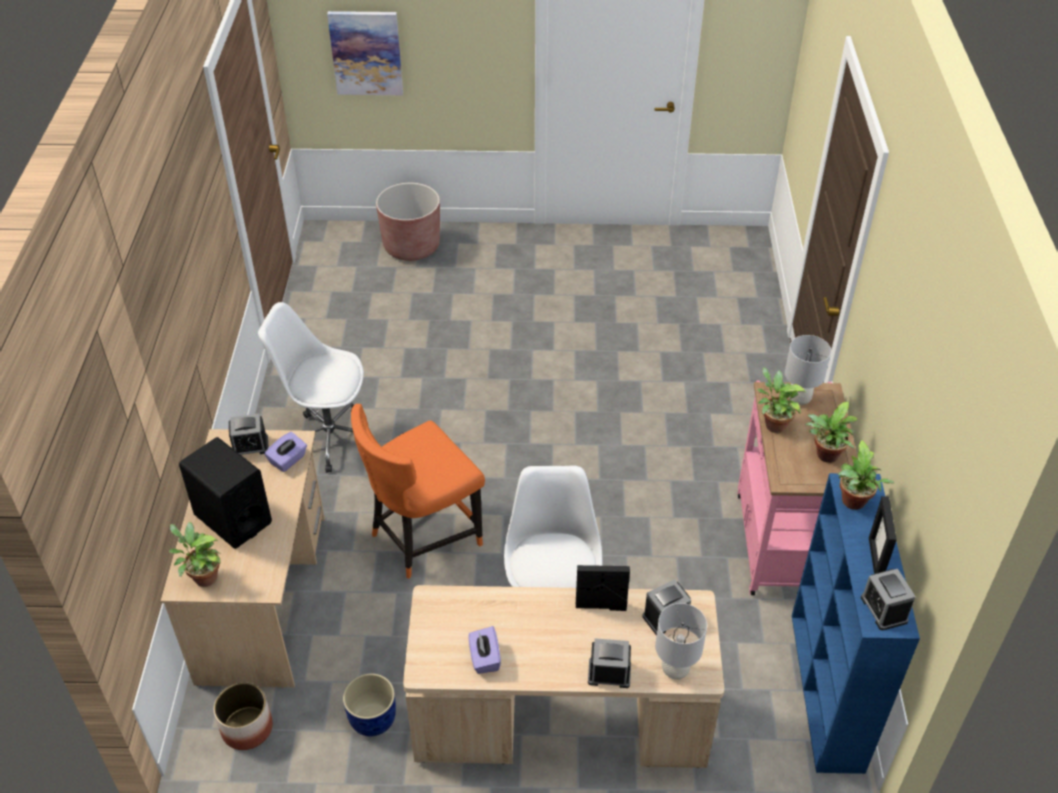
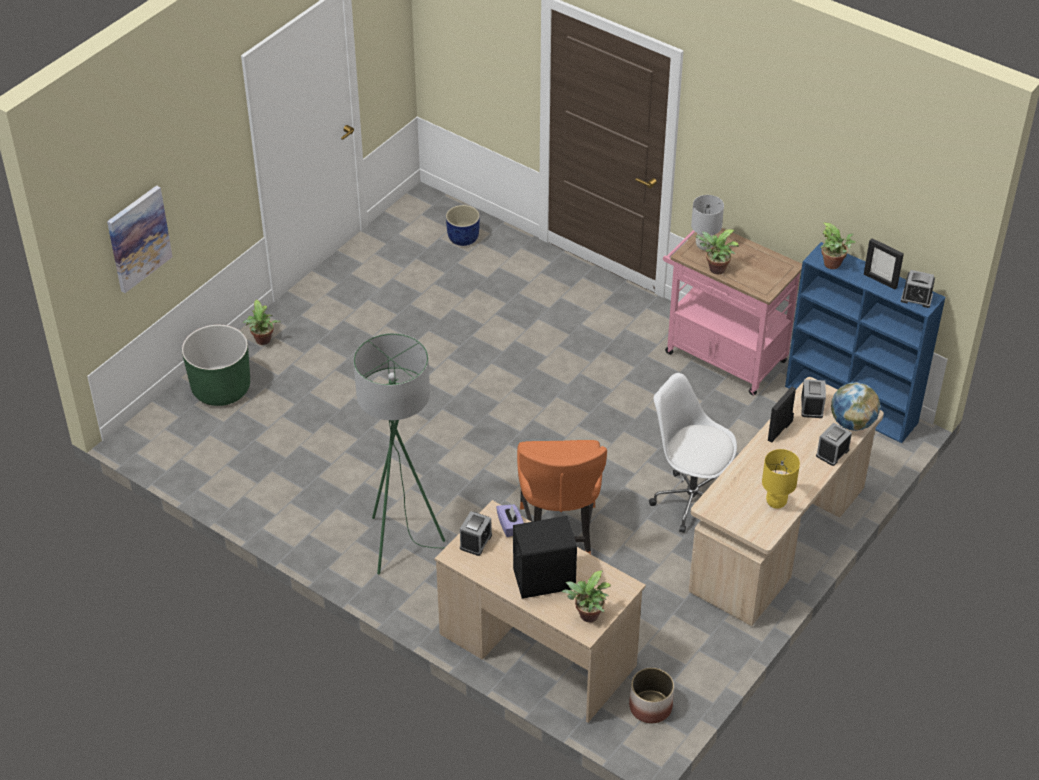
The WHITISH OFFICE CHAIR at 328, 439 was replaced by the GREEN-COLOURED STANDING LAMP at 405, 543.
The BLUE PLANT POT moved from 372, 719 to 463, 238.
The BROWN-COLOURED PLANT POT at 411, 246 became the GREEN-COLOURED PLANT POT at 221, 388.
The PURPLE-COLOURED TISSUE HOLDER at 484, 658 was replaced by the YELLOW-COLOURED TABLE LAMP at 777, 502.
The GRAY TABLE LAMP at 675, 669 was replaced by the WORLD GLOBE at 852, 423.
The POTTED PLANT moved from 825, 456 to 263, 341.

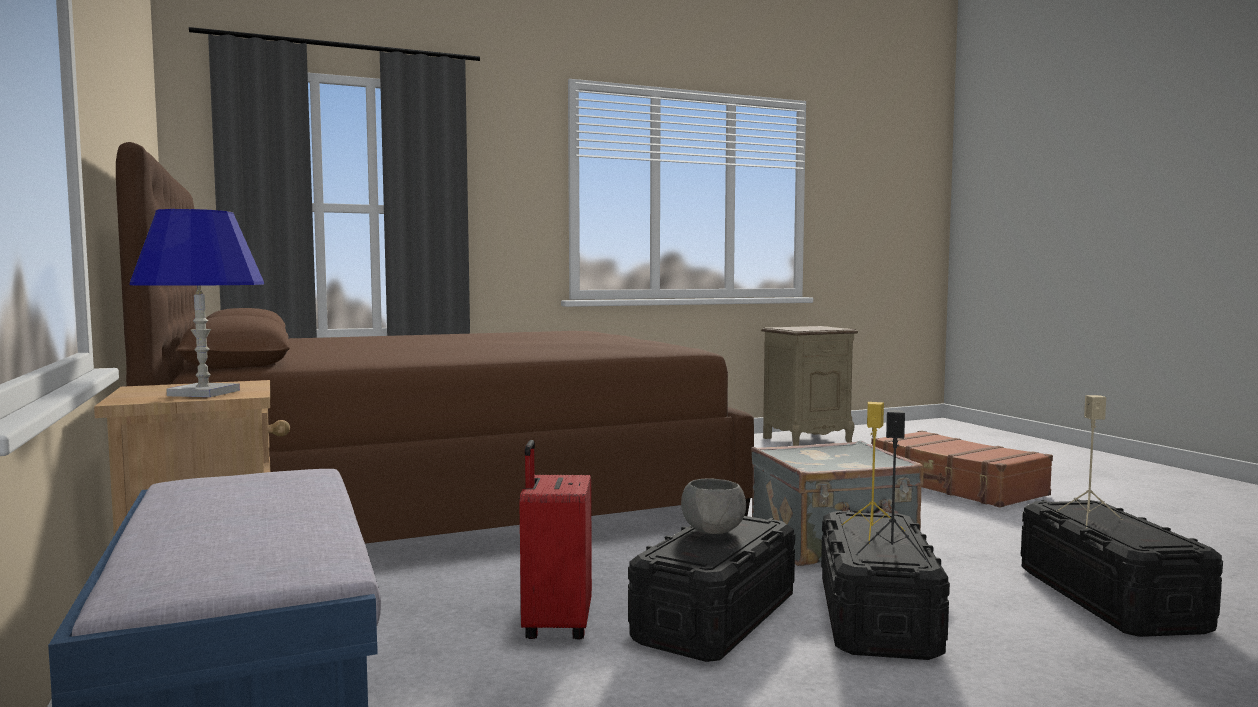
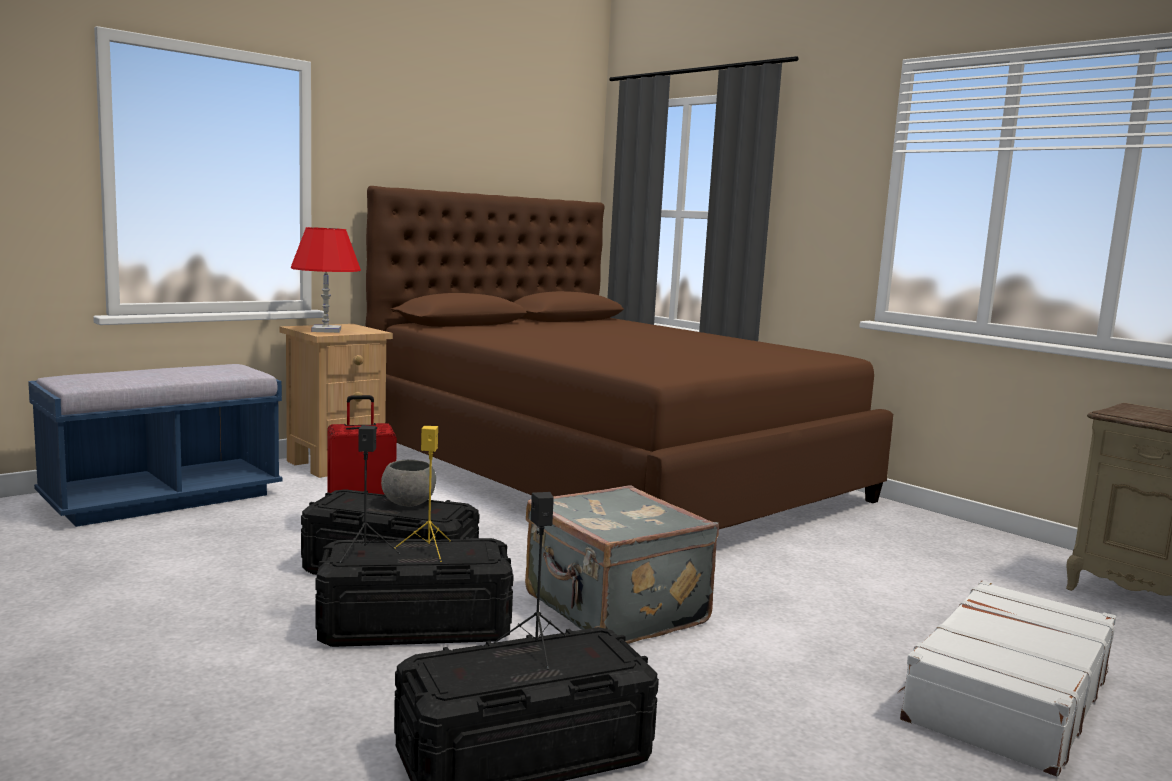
The BLUE TABLE LAMP at 203, 393 became the RED-COLOURED TABLE LAMP at 326, 330.
The BROWN-COLOURED TRAVEL CASE at 955, 486 became the WHITISH TRAVEL CASE at 1006, 696.
The SAND-COLOURED SPEAKER at 1088, 519 became the BLACKISH SPEAKER at 534, 648.

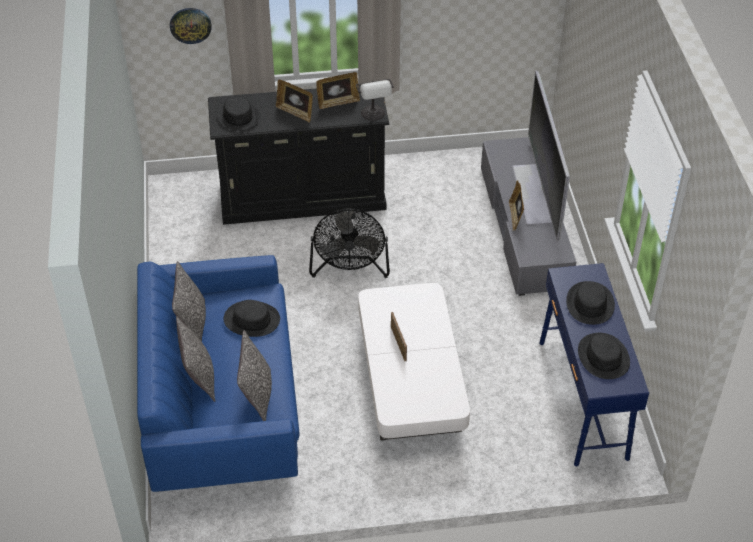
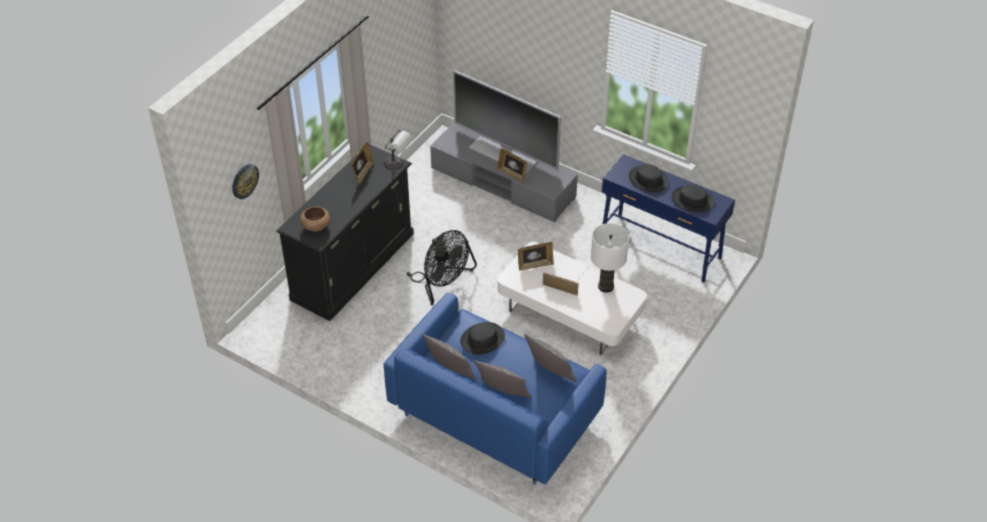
The BLACKISH HAT at 238, 115 was replaced by the BROWN-COLOURED DEEP DISH at 315, 226.
The PICTURE FRAME moved from 295, 112 to 535, 265.
The WHITISH TABLE LAMP at 605, 286 appeared.

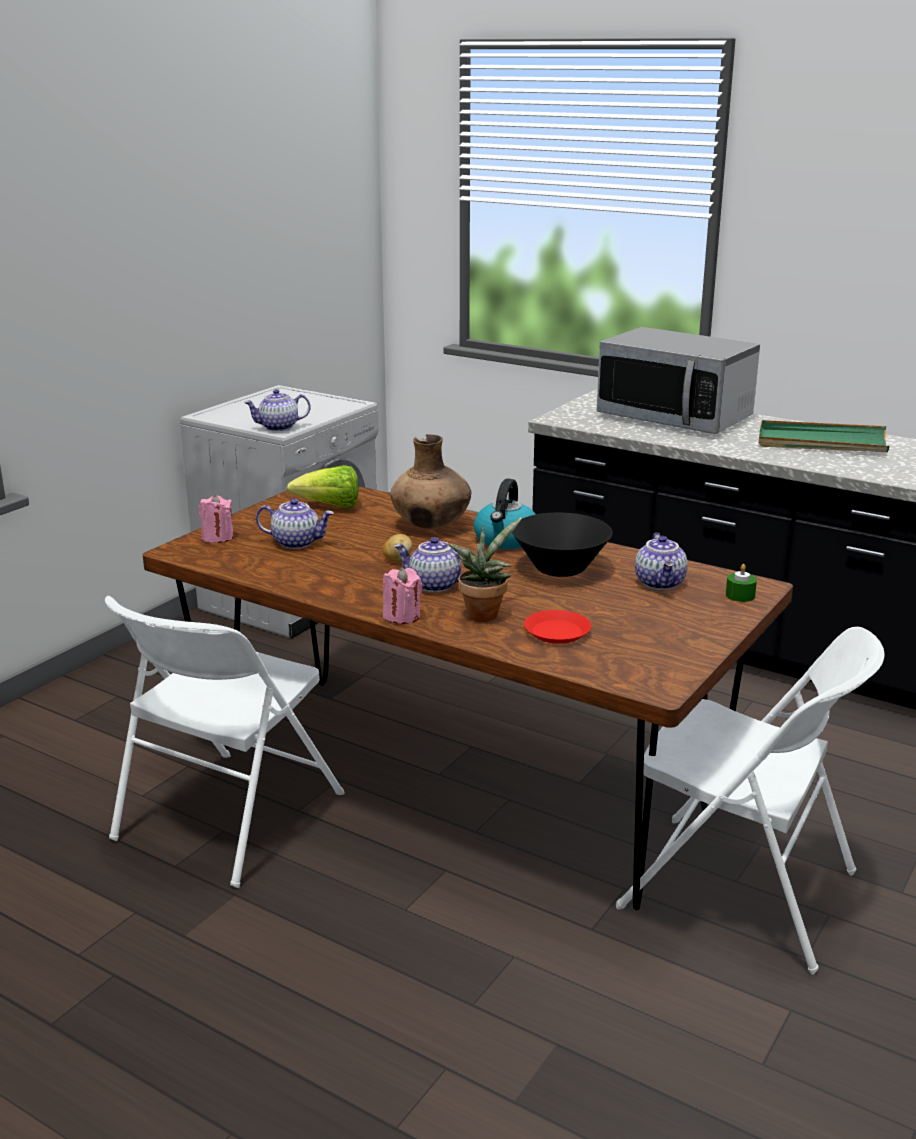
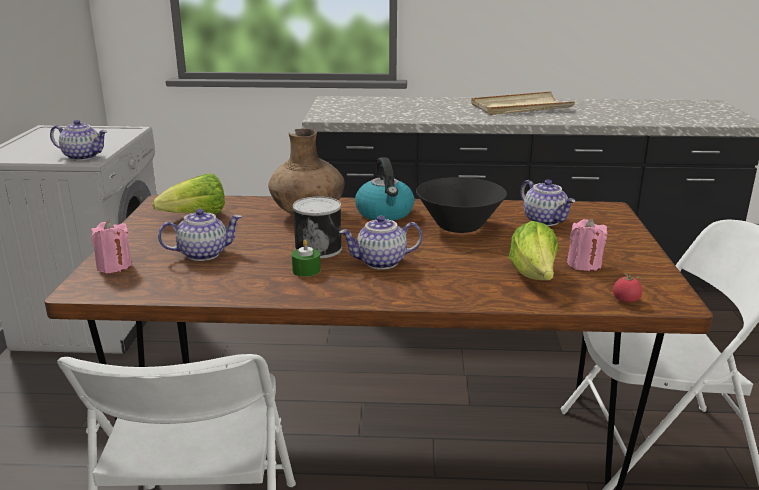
The TEAPOT at 278, 427 turned 120 degrees counterclockwise.
The POTATO at 397, 560 was replaced by the CAN at 319, 248.
The PINK-COLOURED WAX CANDLE moved from 402, 616 to 584, 264.
The POTTED PLANT at 483, 613 disappeared.
The RED-COLOURED FLAT DISH at 557, 632 was replaced by the HEAD OF LETTUCE at 534, 276.
The MICROWAVE OVEN at 674, 418 disappeared.
The GREEN-COLOURED WAX CANDLE moved from 740, 595 to 306, 270.
The GREEN-COLOURED SERVING TRAY at 821, 442 became the SAND-COLOURED SERVING TRAY at 520, 107.
The FRESH TOMATO at 625, 300 appeared.

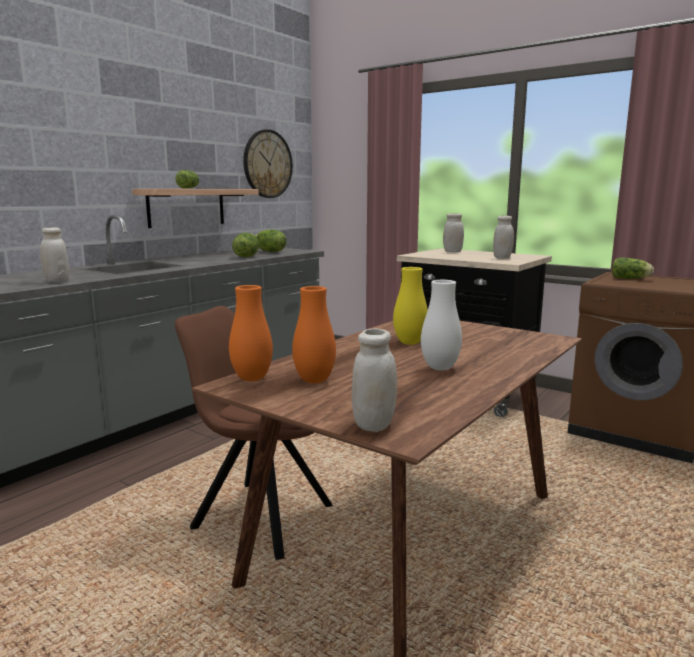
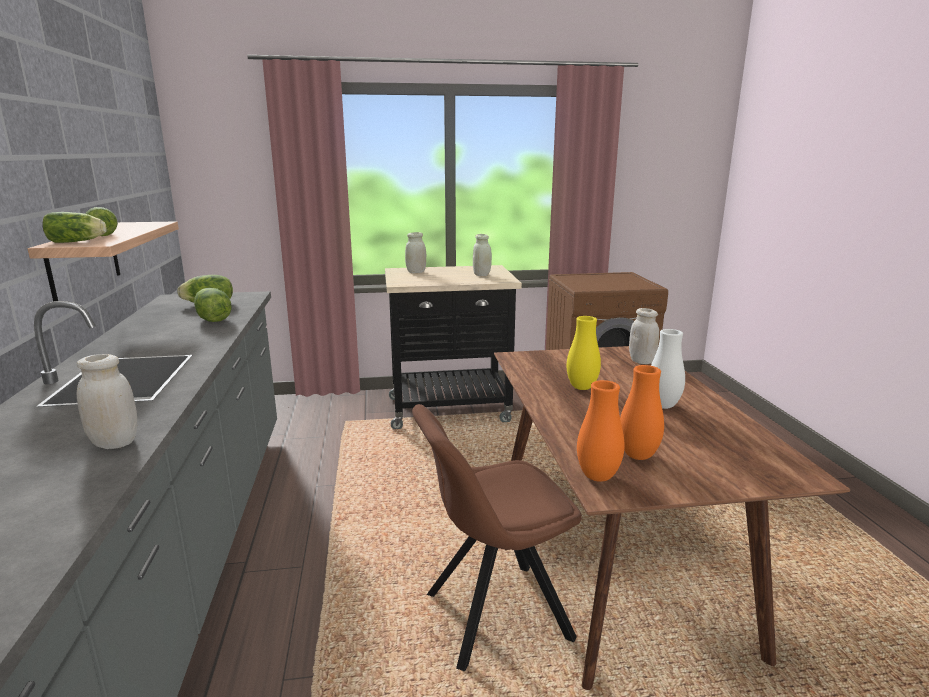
The WALL CLOCK at 267, 164 disappeared.
The WHITISH STORAGE JAR moved from 374, 425 to 641, 361.
The HEAD OF LETTUCE moved from 631, 278 to 78, 241.

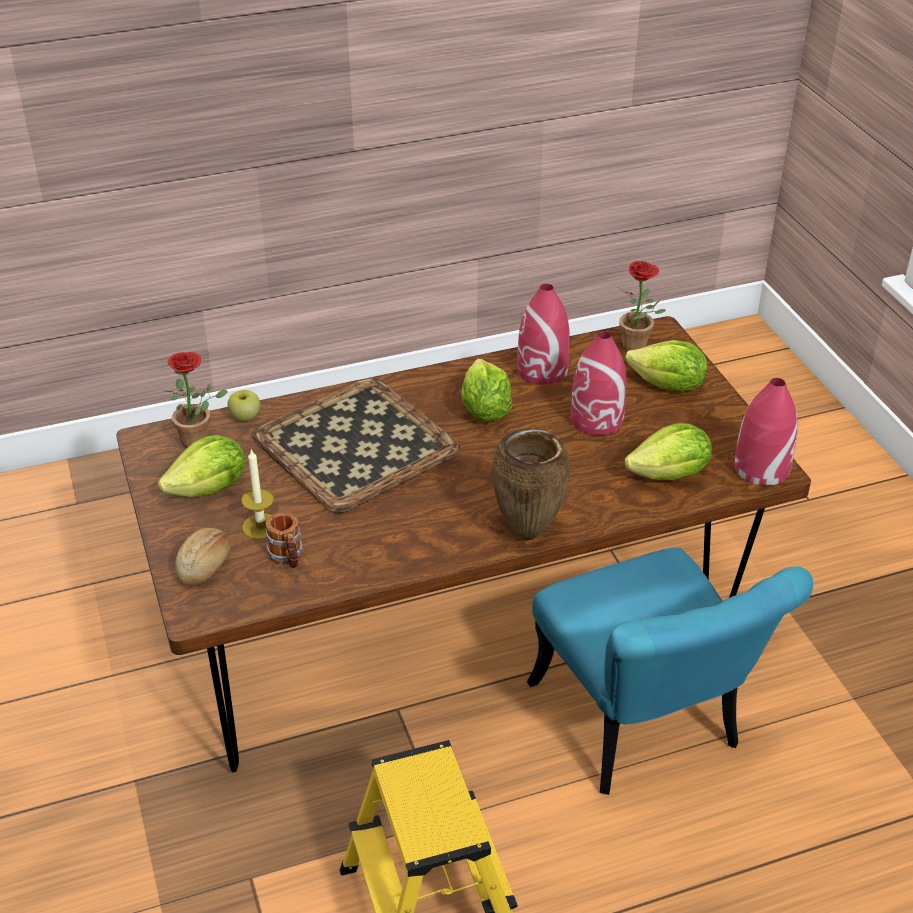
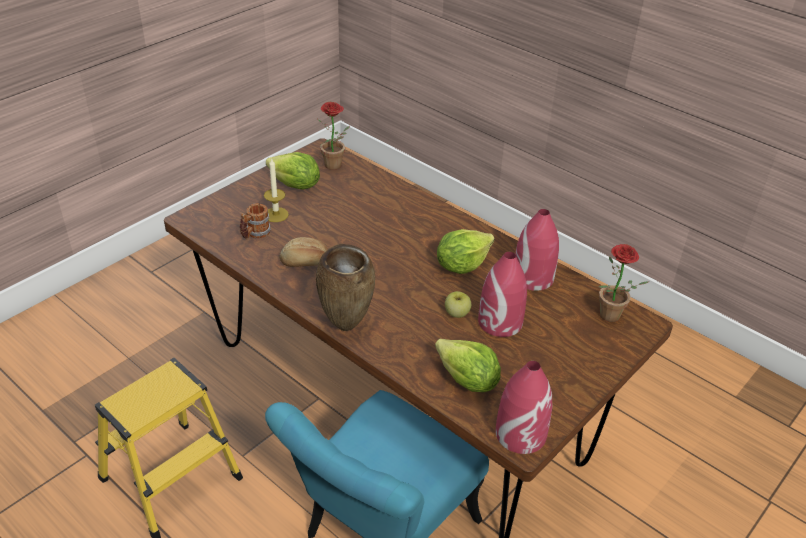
The BREAD moved from 206, 566 to 305, 262.
The APPLE moved from 245, 417 to 456, 313.
The SERVING TRAY at 356, 443 disappeared.
The HEAD OF LETTUCE at 668, 386 disappeared.

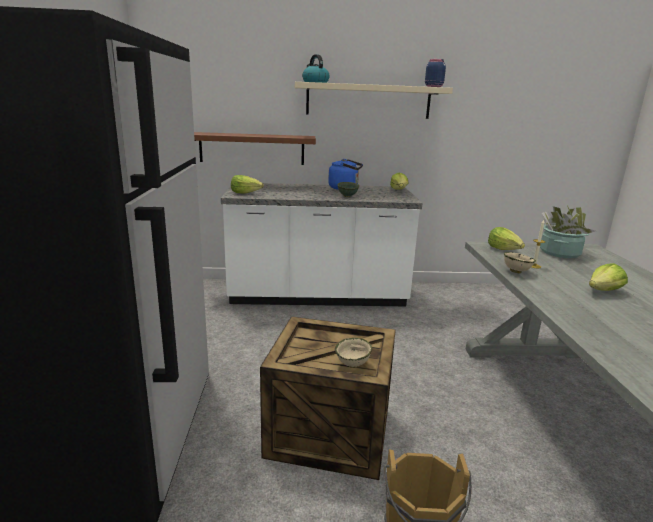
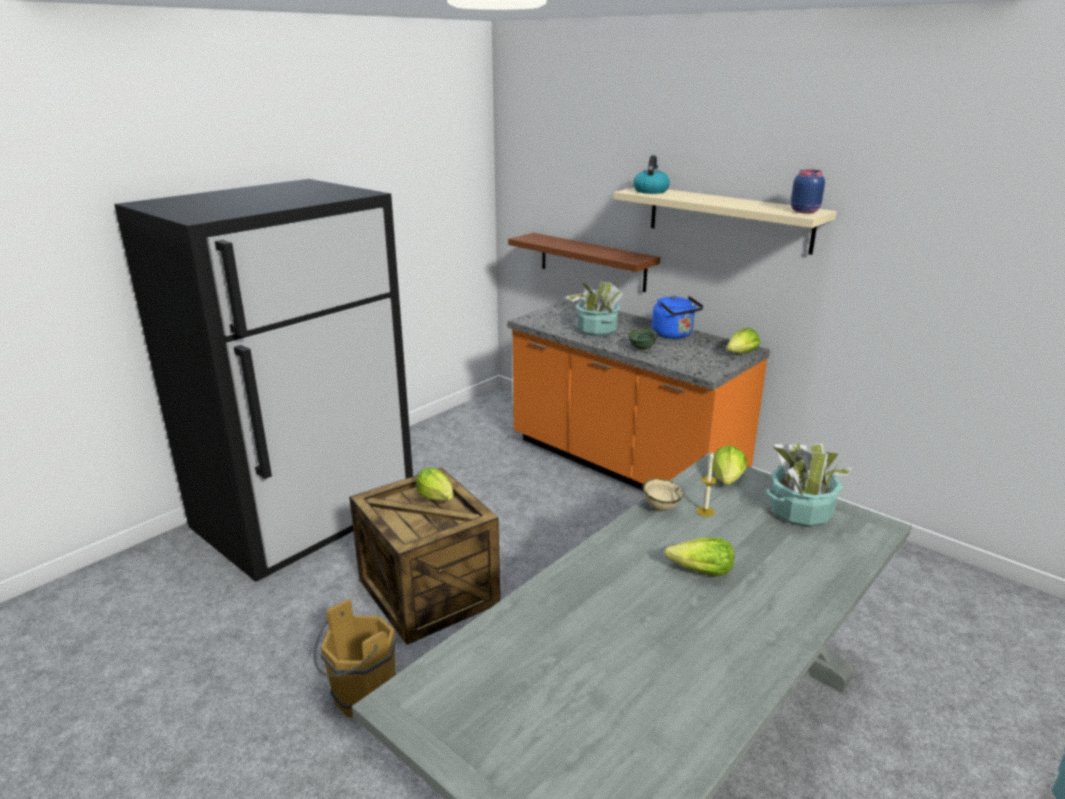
The WHITISH COUNTER at 318, 295 became the ORANGE-COLOURED COUNTER at 624, 464.
The HEAD OF LETTUCE moved from 246, 193 to 437, 497.
The SAND-COLOURED DEEP DISH at 353, 365 disappeared.
The POTTED PLANT at 597, 330 appeared.

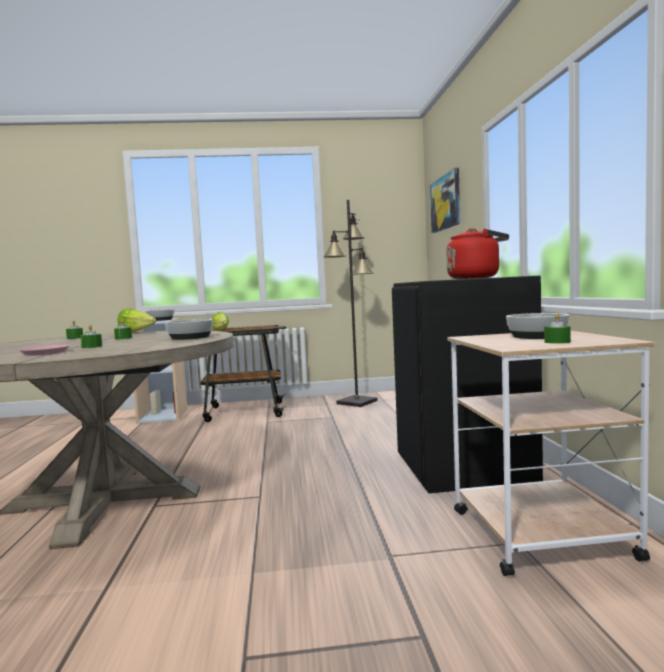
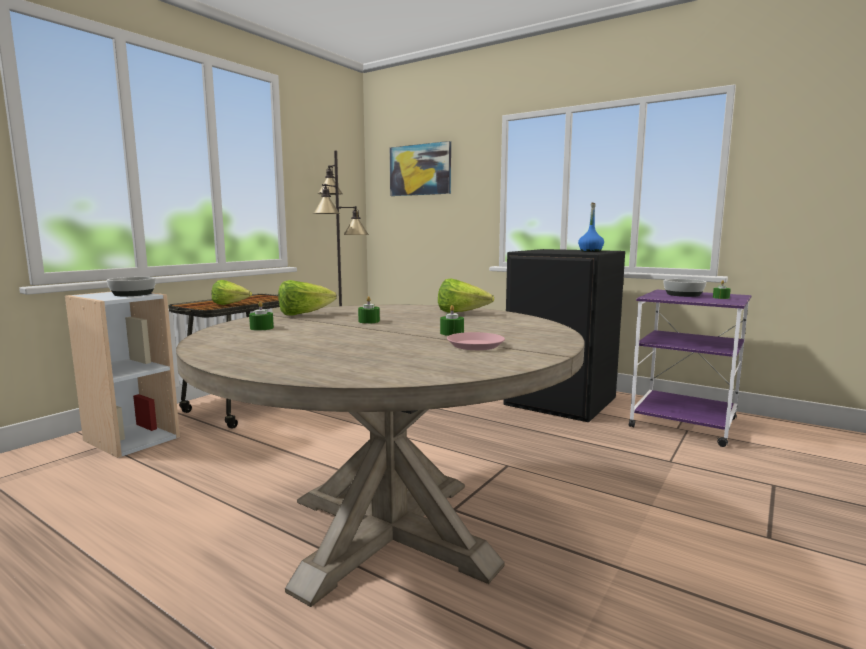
The DEEP DISH at 191, 337 was replaced by the HEAD OF LETTUCE at 461, 313.
The RED-COLOURED TEA KETTLE at 476, 278 was replaced by the BLUE DRINK BOTTLE at 590, 251.
The SAND-COLOURED CART at 541, 536 became the PURPLE-COLOURED CART at 685, 424.

